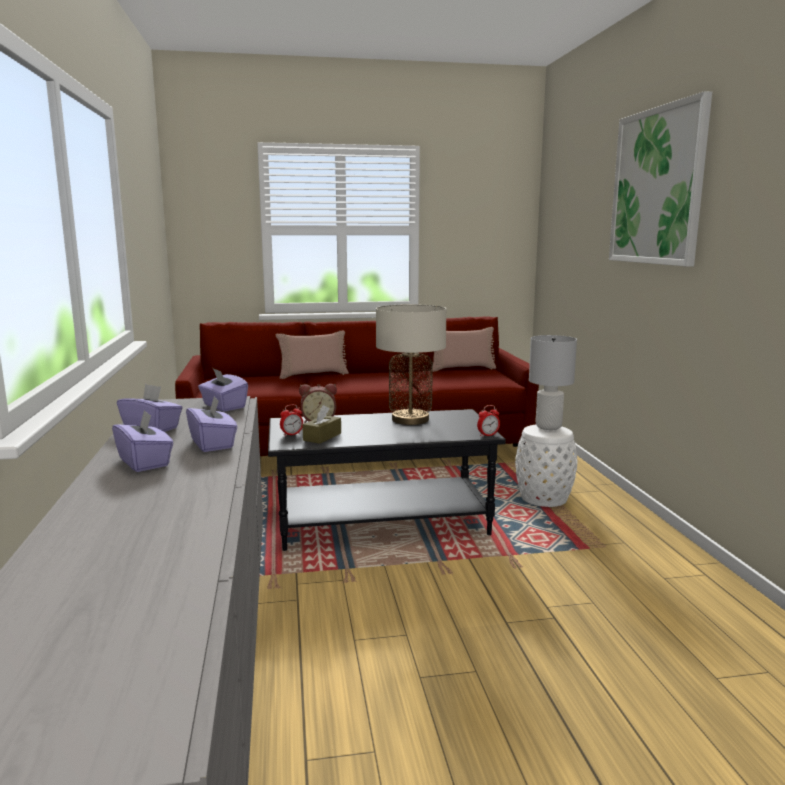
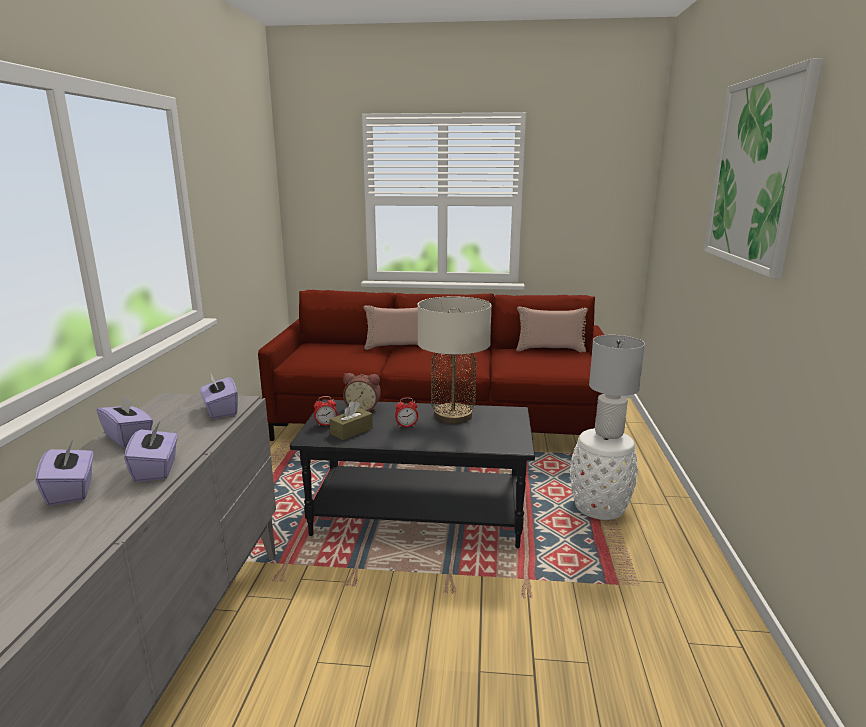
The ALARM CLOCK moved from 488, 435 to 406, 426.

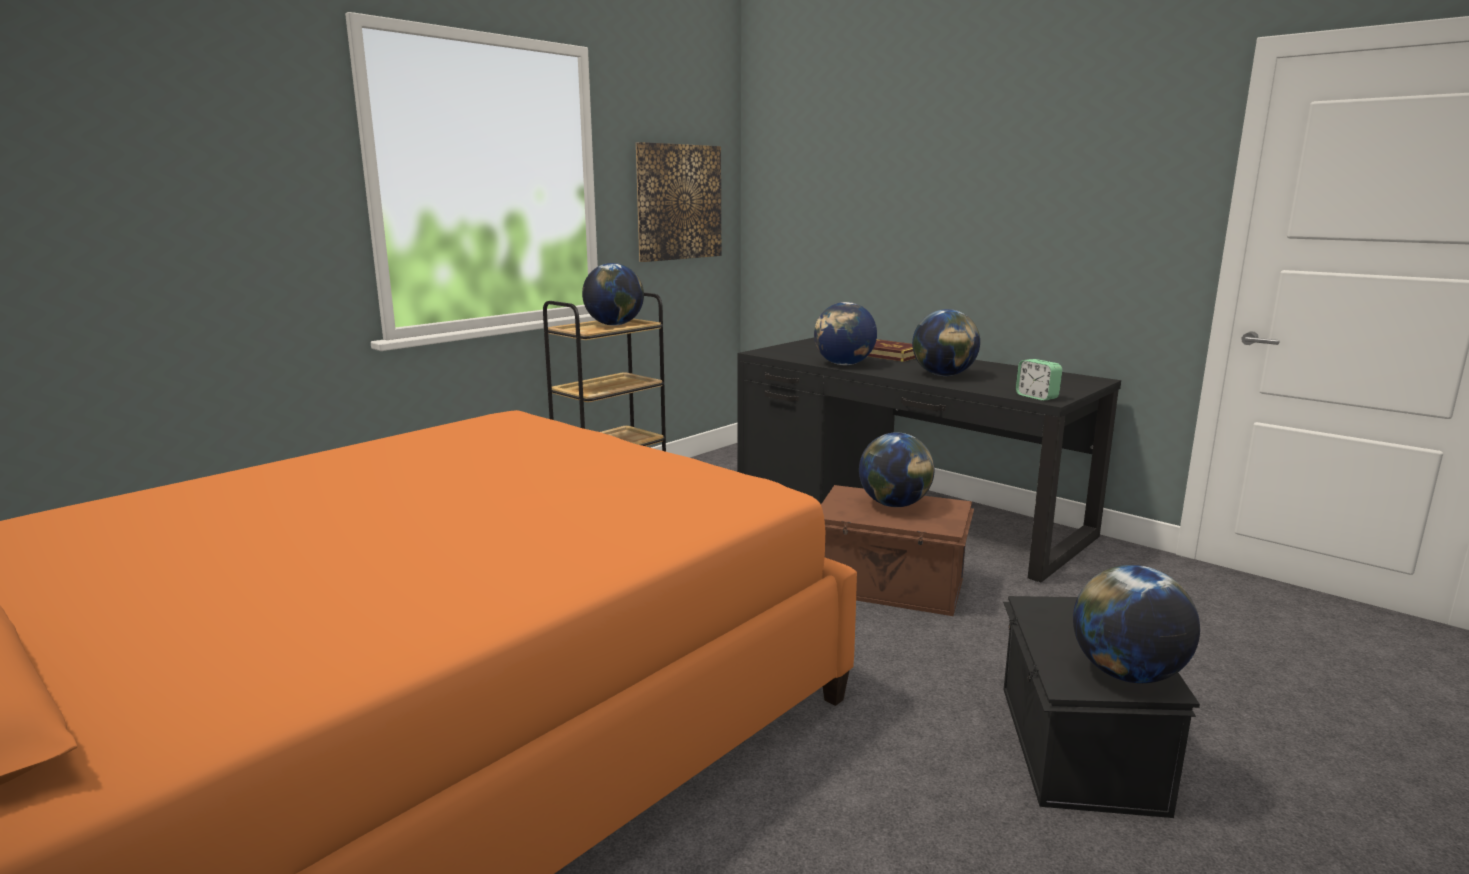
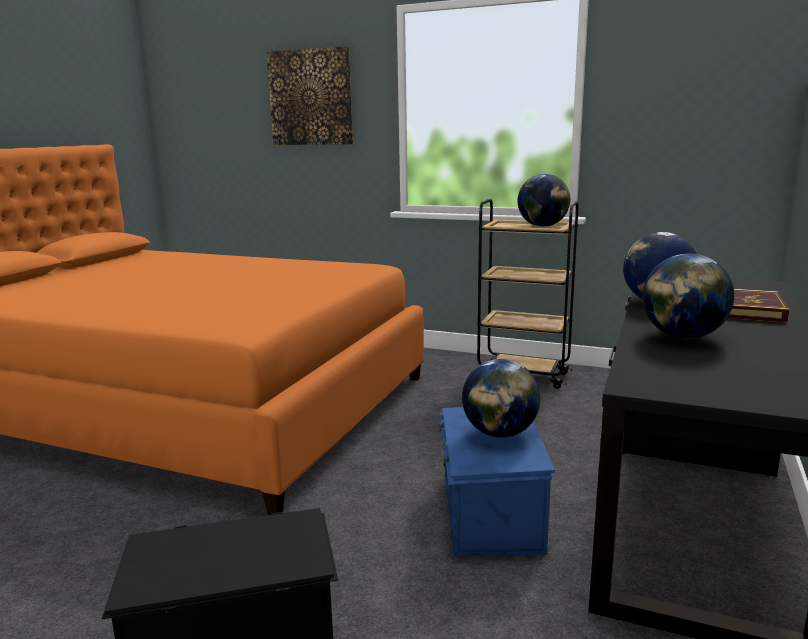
The PICTURE moved from 678, 202 to 311, 97.
The BROWN-COLOURED STORAGE BIN at 889, 587 became the BLUE STORAGE BIN at 488, 513.
The ALARM CLOCK at 1036, 397 disappeared.
The WORLD GLOBE at 1126, 674 disappeared.

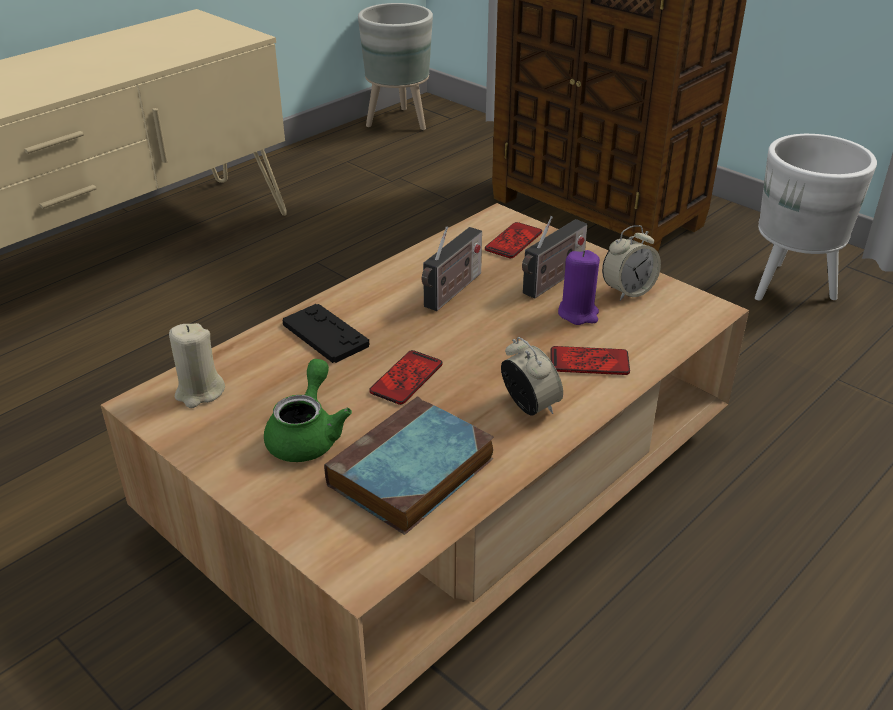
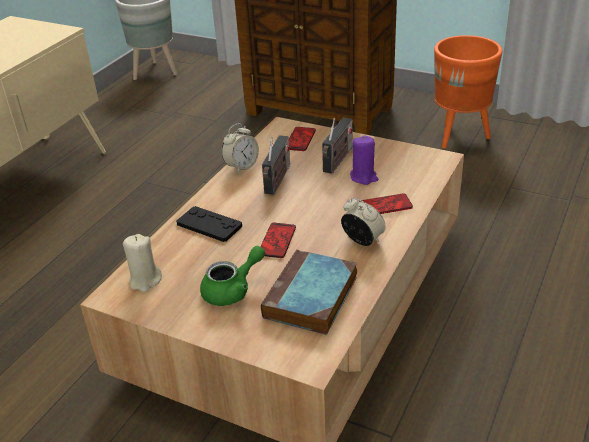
The GREEN-COLOURED TEAPOT at 307, 435 turned 60 degrees clockwise.
The ALARM CLOCK moved from 628, 291 to 241, 166.
The WHITISH PLANT POT at 789, 288 became the ORANGE-COLOURED PLANT POT at 460, 137.

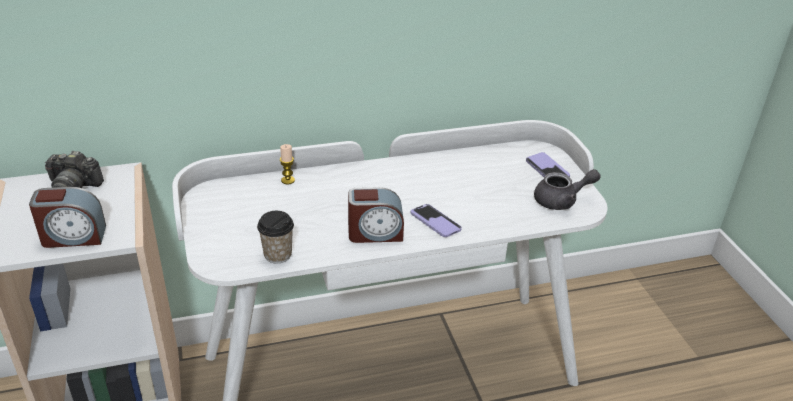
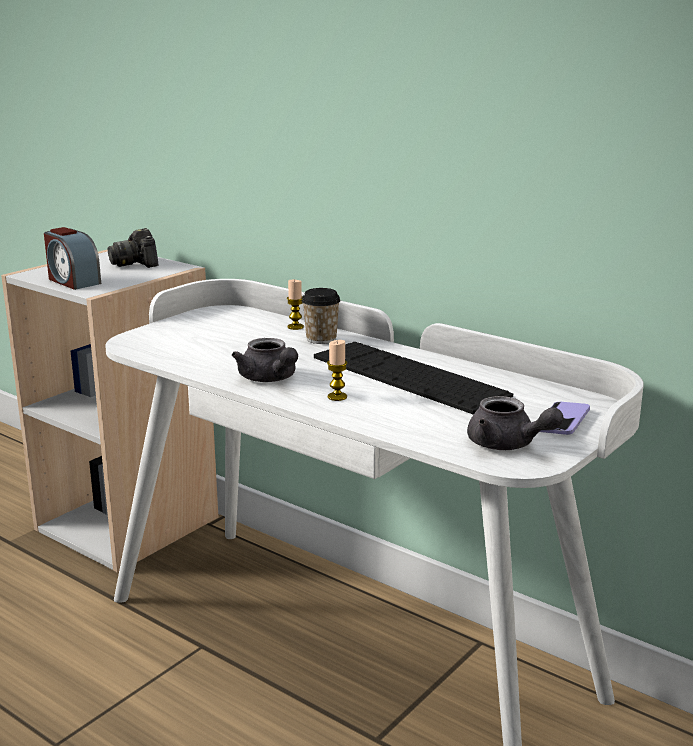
The DRINKING CUP moved from 277, 255 to 321, 339.
The ALARM CLOCK at 375, 233 was replaced by the GRAY TEAPOT at 270, 379.
The HANDSET at 435, 222 was replaced by the WAX CANDLE at 337, 397.
The COMPUTER KEYBOARD at 408, 376 appeared.

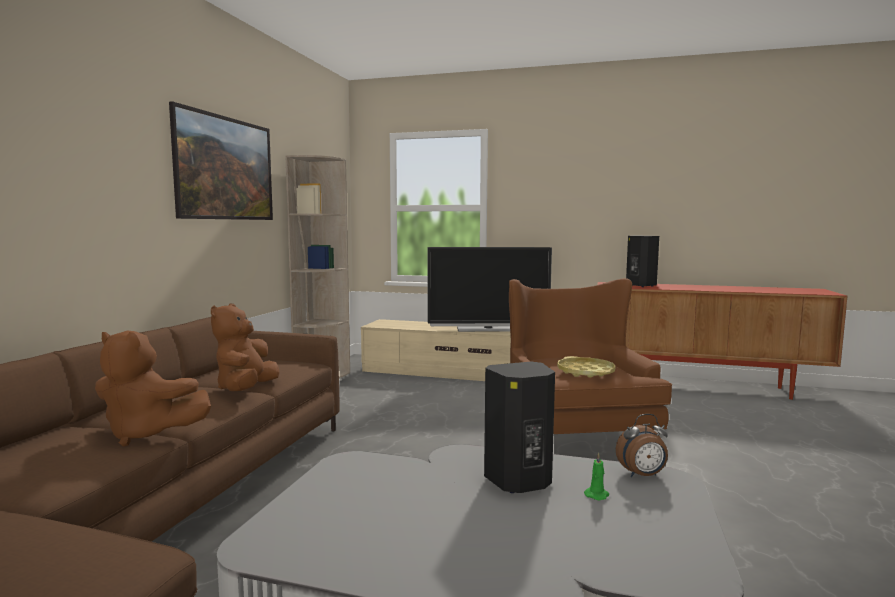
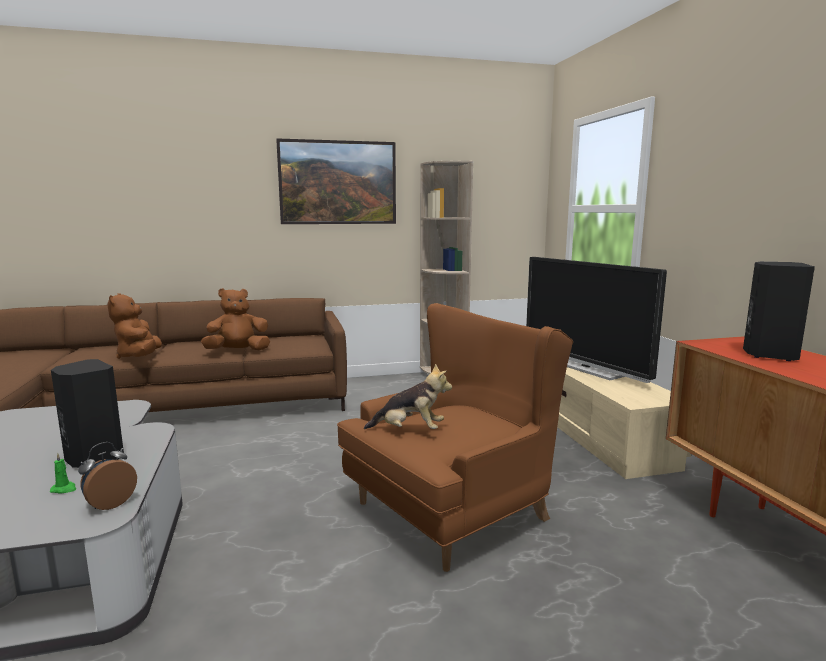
The YELLOW-COLOURED SERVING TRAY at 585, 372 was replaced by the PLUSH TOY at 409, 430.
The ALARM CLOCK at 642, 475 turned 75 degrees clockwise.

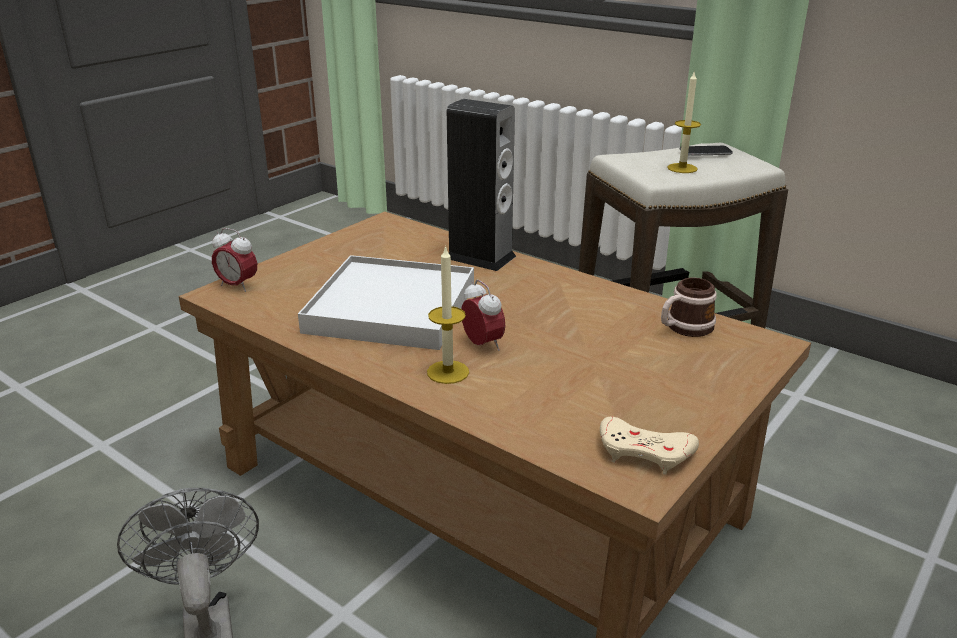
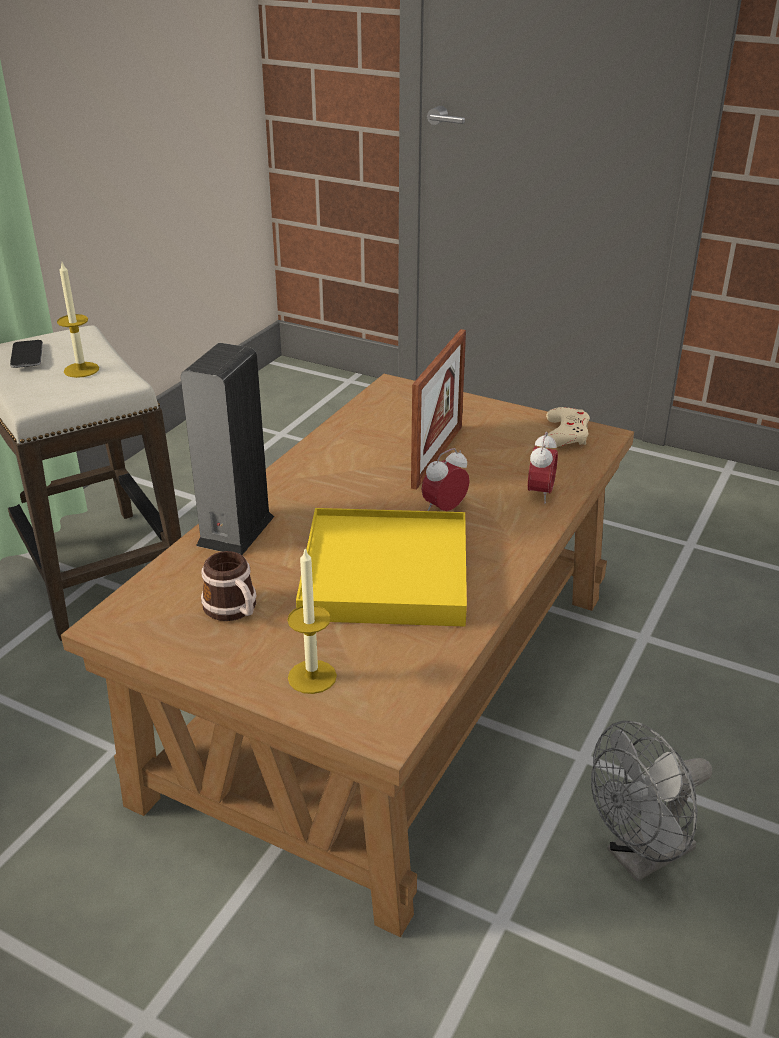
The ALARM CLOCK moved from 237, 286 to 540, 493.
The WHITISH SERVING TRAY at 392, 308 became the YELLOW-COLOURED SERVING TRAY at 386, 573.
The WAX CANDLE moved from 448, 372 to 312, 677.
The MUG moved from 684, 328 to 234, 610.
The PICTURE FRAME at 437, 456 appeared.

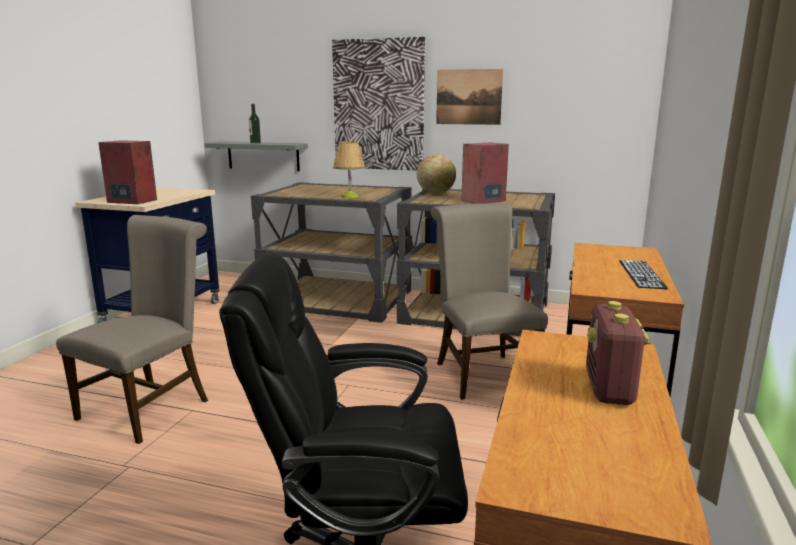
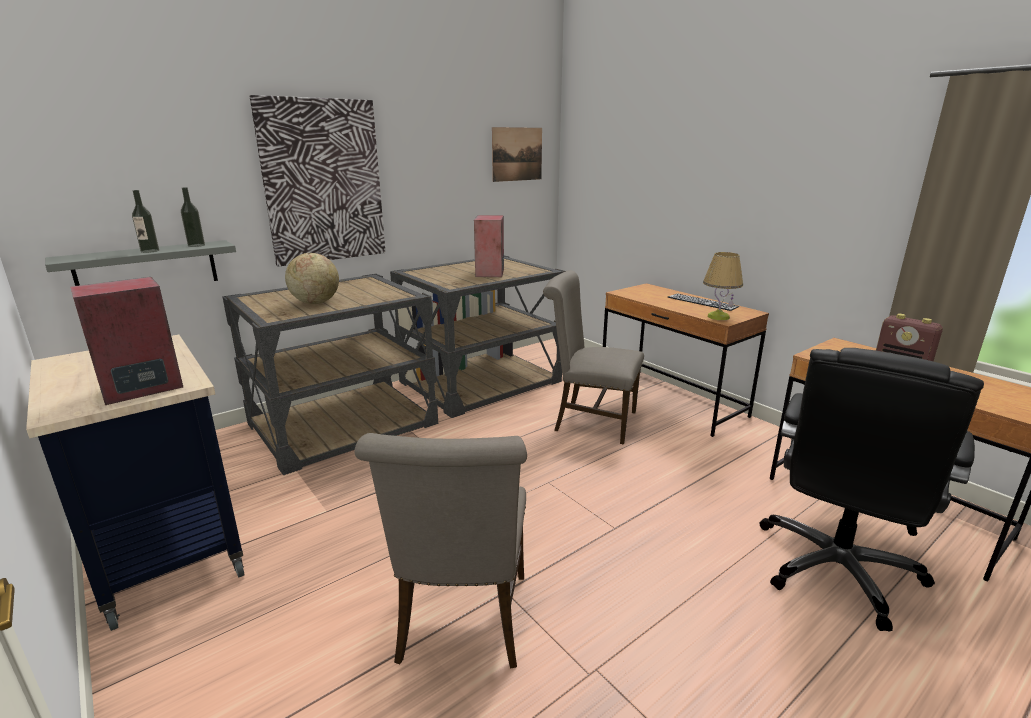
The SAND-COLOURED PLAIN CHAIR at 150, 406 turned 150 degrees counterclockwise.
The TABLE LAMP moved from 349, 196 to 718, 317.
The WORLD GLOBE moved from 435, 193 to 315, 302.
The PICTURE moved from 469, 97 to 517, 154.
The DRINK BOTTLE at 196, 245 appeared.

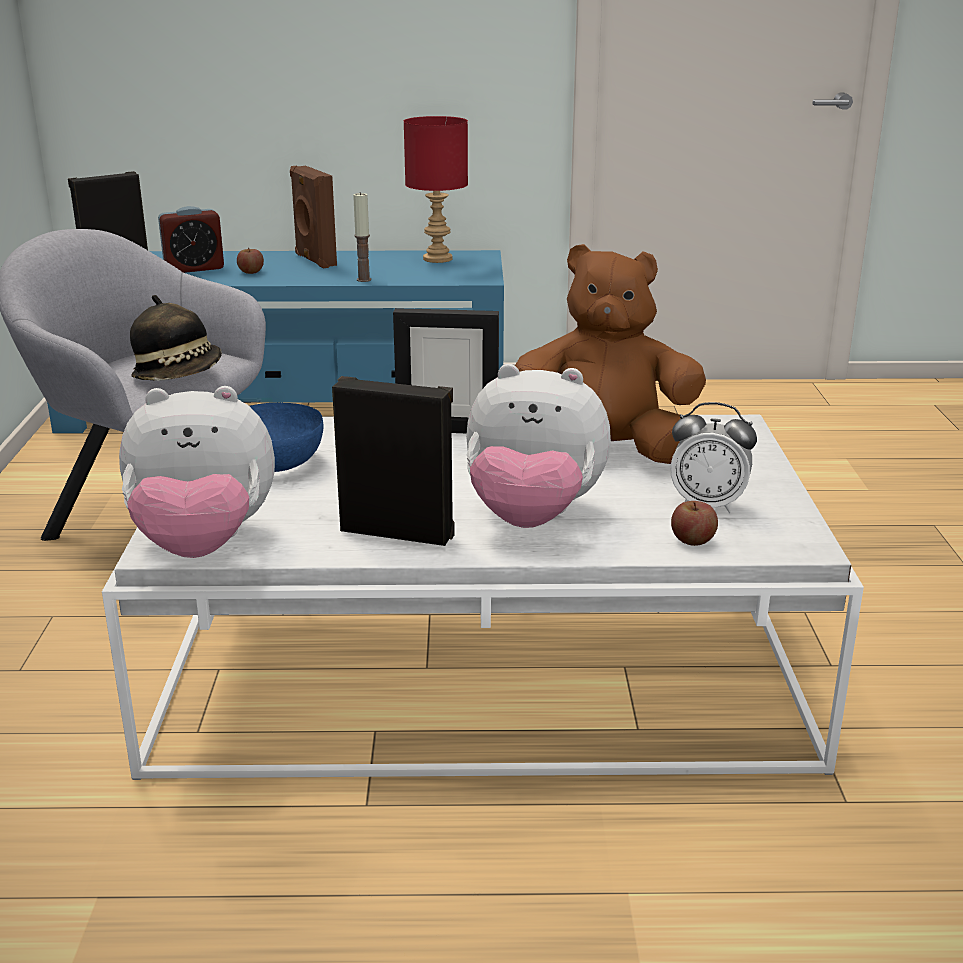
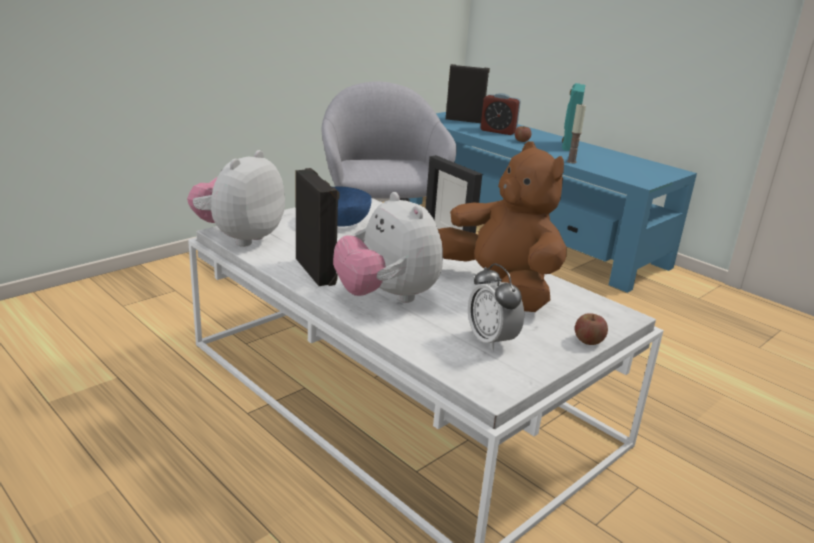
The PLUSH TOY at 203, 545 turned 75 degrees clockwise.
The HAT at 179, 375 disappeared.
The BROWN-COLOURED SPEAKER at 314, 260 became the TURQUOISE-COLOURED SPEAKER at 568, 145.
The RED-COLOURED TABLE LAMP at 436, 259 disappeared.
The APPLE moved from 692, 540 to 588, 341.

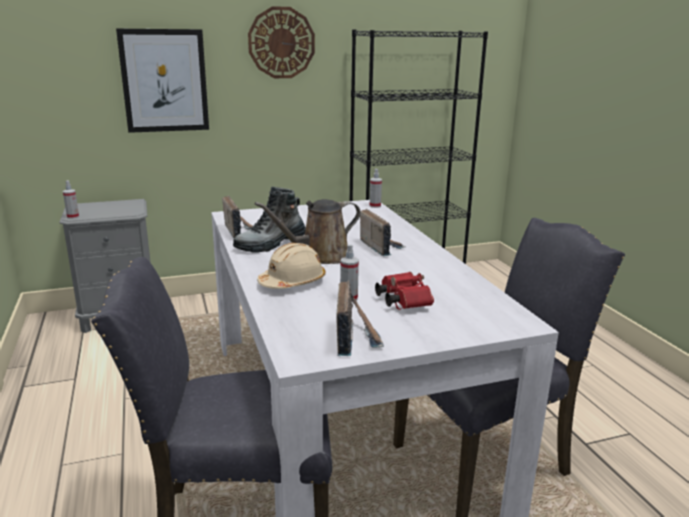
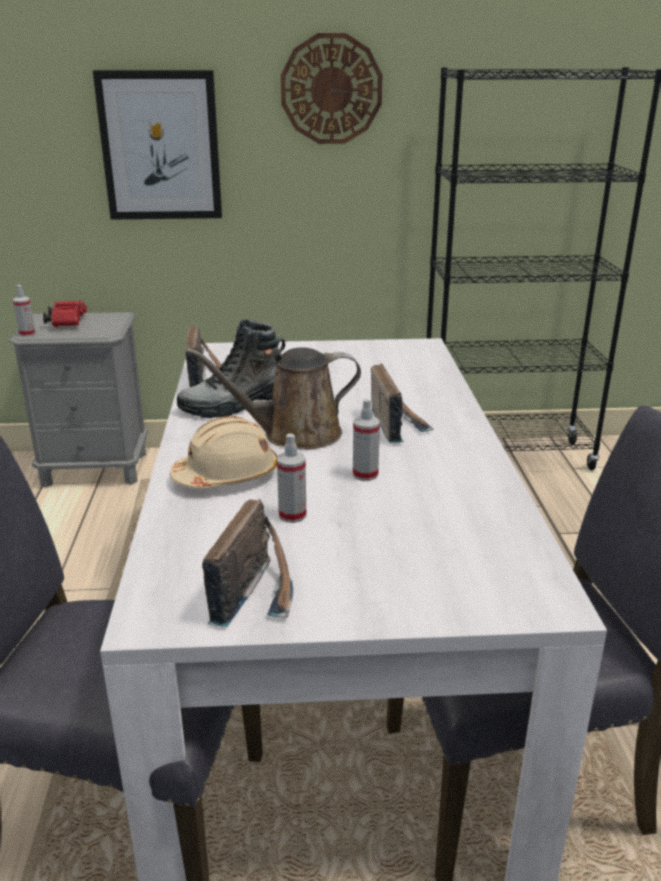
The SPRAYER moved from 375, 206 to 365, 474.
The RED-COLOURED PAIR OF BINOCULARS moved from 402, 301 to 68, 323.

